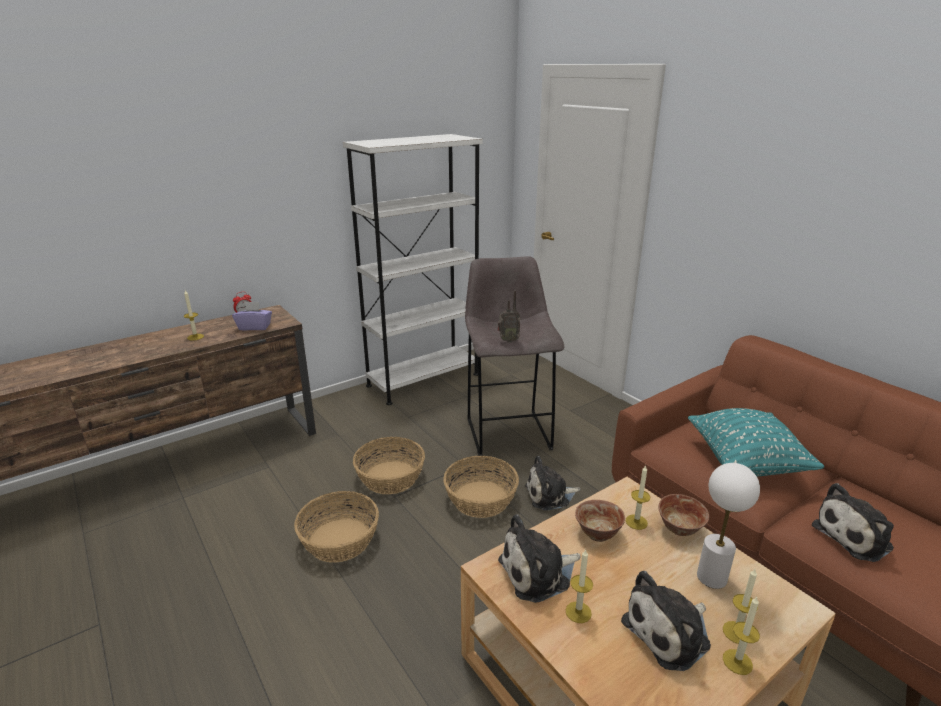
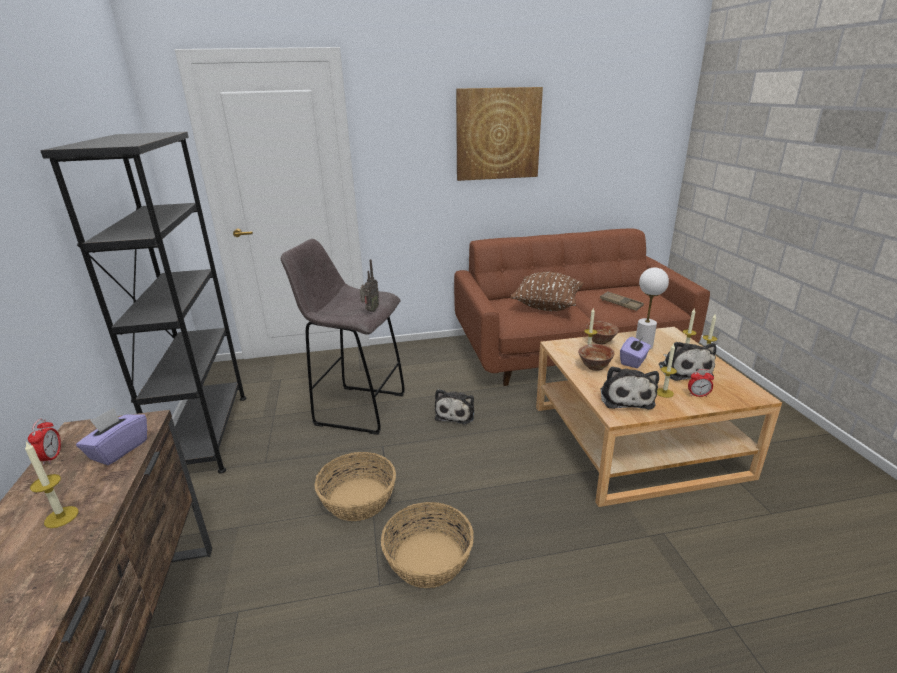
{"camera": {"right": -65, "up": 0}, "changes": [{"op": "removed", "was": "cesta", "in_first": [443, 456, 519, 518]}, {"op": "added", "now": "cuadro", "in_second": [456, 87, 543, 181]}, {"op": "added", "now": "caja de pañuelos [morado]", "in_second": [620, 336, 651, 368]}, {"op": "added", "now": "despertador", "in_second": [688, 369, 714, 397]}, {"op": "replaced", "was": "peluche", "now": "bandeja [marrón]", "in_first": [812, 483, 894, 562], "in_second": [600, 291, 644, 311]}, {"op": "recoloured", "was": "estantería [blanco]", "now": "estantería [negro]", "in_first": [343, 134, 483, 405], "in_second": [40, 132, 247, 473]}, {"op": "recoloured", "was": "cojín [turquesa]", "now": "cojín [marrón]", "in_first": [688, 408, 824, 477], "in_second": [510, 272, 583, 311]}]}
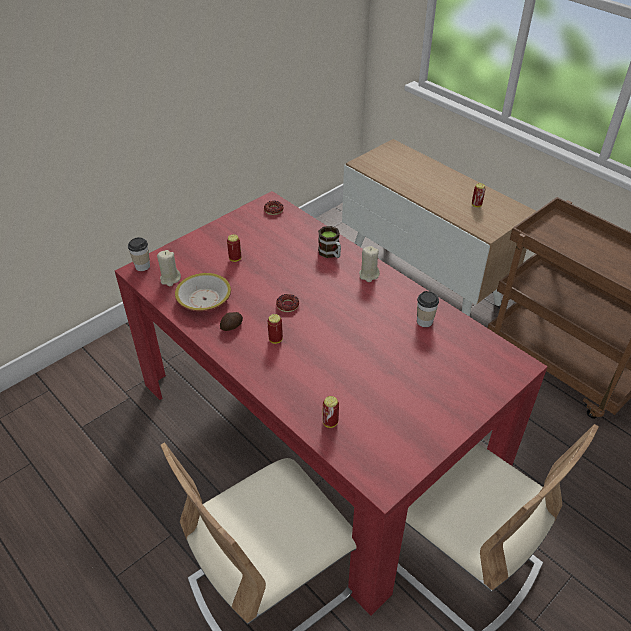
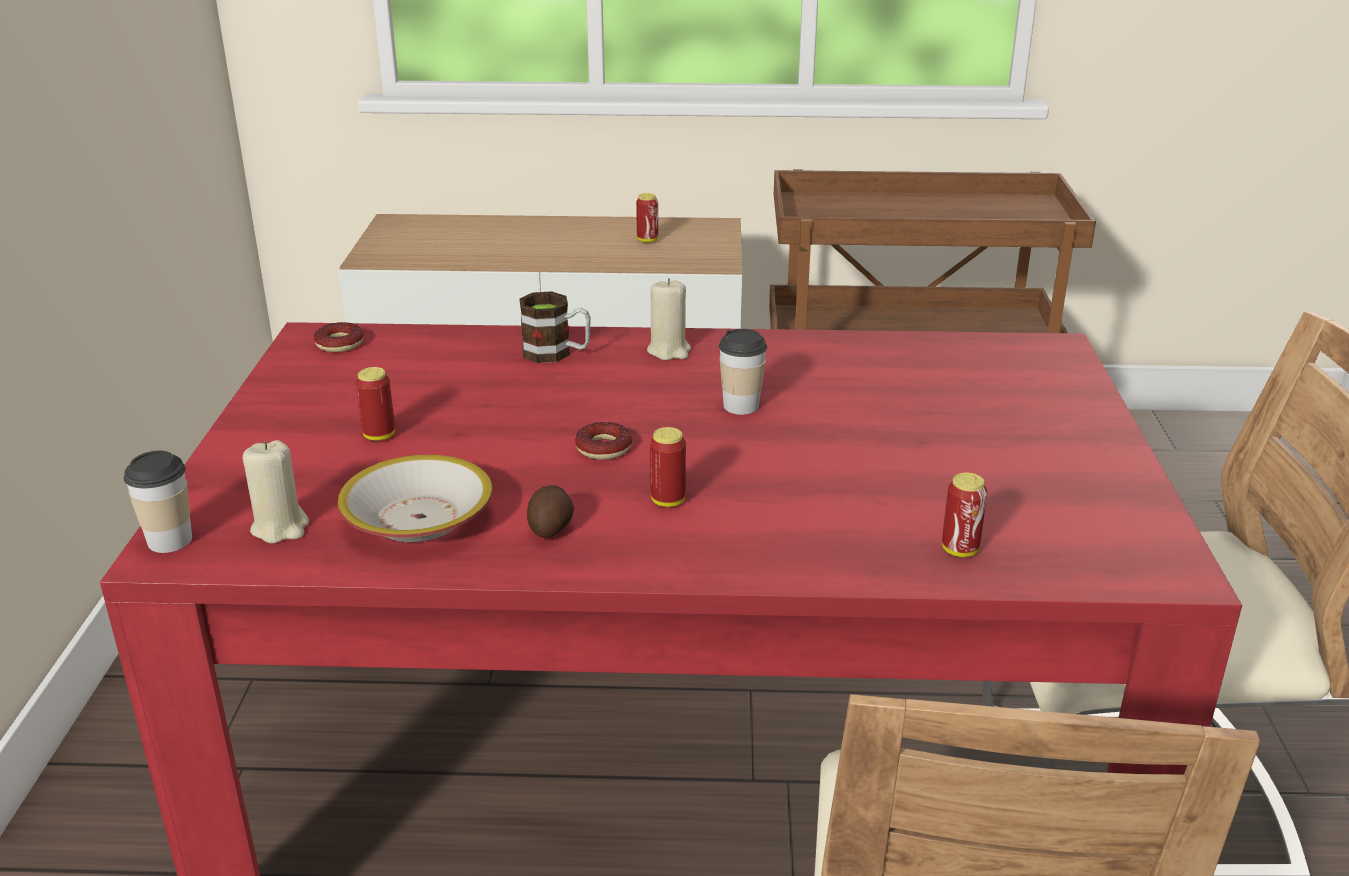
{"camera": {"right": -45, "up": -15}, "changes": [{"op": "moved", "was": "taza", "in_first": [417, 291, 439, 327], "in_second": [719, 329, 767, 415]}]}
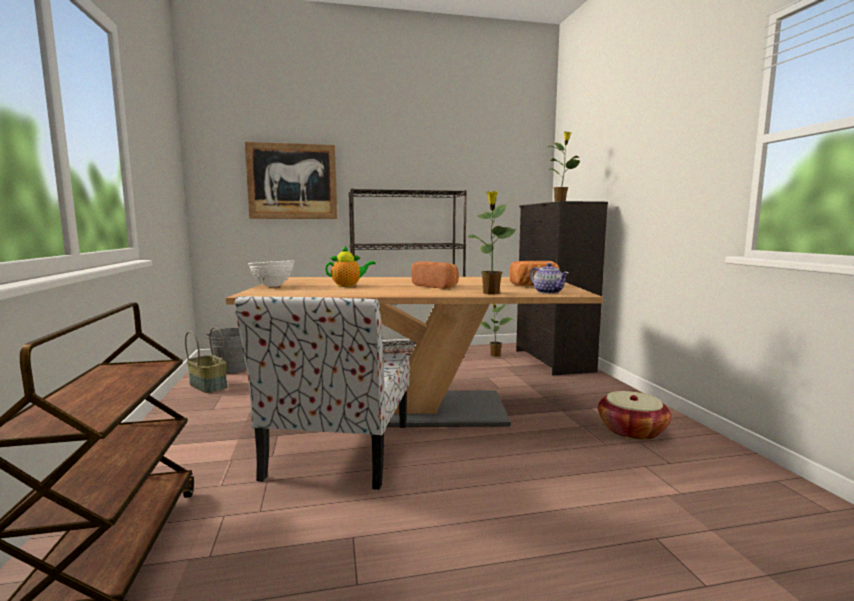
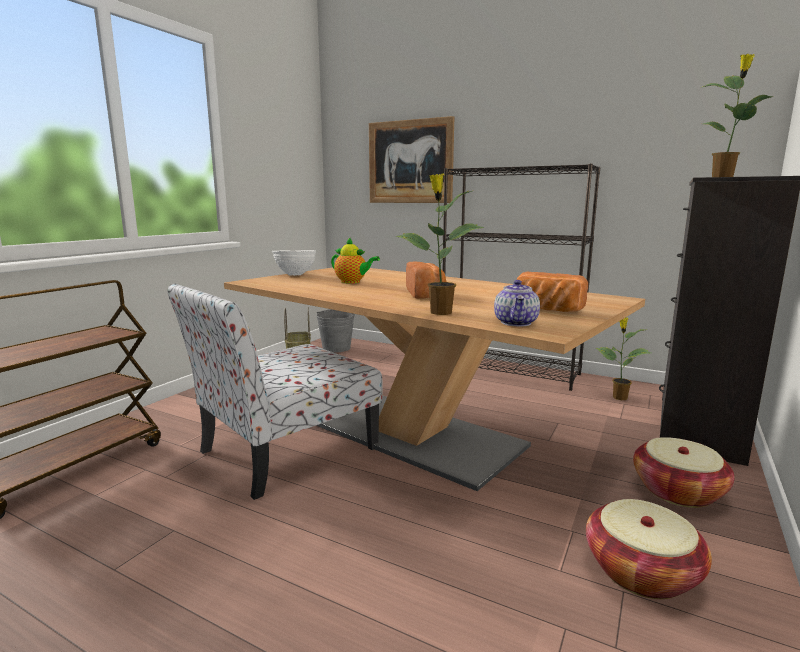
{"camera": {"right": 40, "up": 5}, "changes": [{"op": "added", "now": "cesta", "in_second": [633, 437, 734, 508]}]}
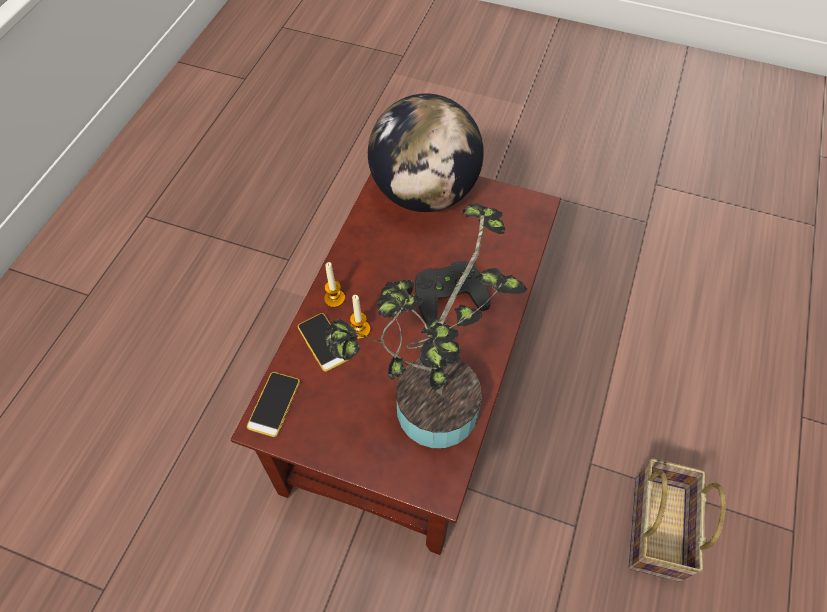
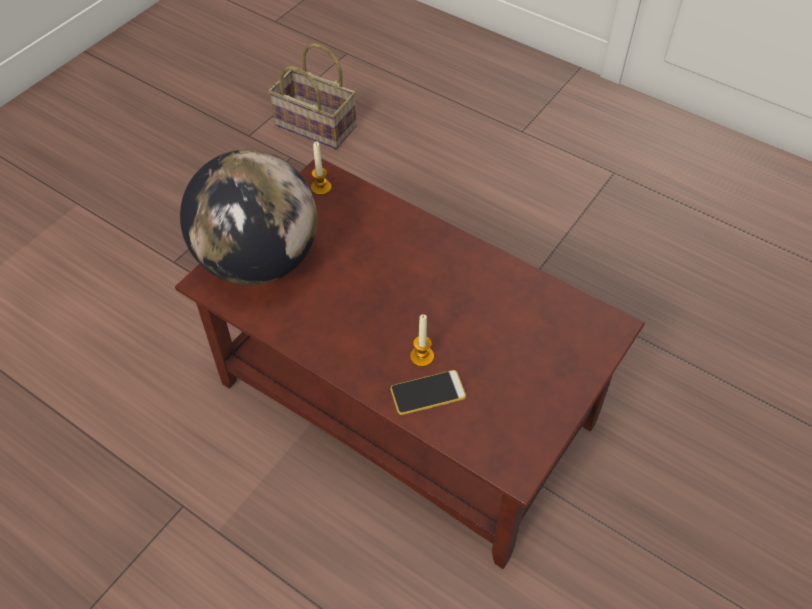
{"camera": {"right": -75, "up": -5}, "changes": [{"op": "removed", "was": "móvil", "in_first": [247, 372, 300, 437]}, {"op": "removed", "was": "planta en maceta", "in_first": [325, 203, 527, 448]}, {"op": "removed", "was": "mando de consola [negro]", "in_first": [415, 262, 490, 323]}, {"op": "moved", "was": "vela", "in_first": [324, 262, 345, 307], "in_second": [311, 142, 331, 195]}, {"op": "moved", "was": "cesta", "in_first": [629, 458, 726, 582], "in_second": [268, 43, 357, 149]}]}
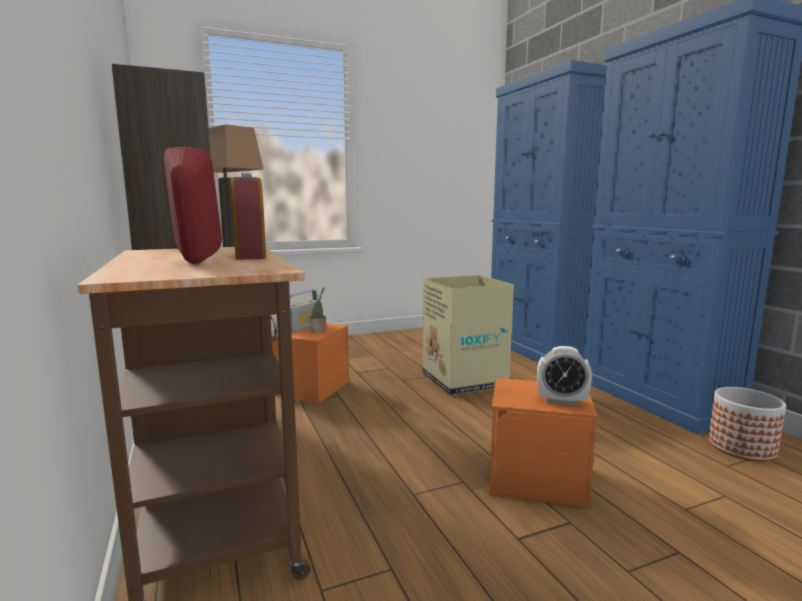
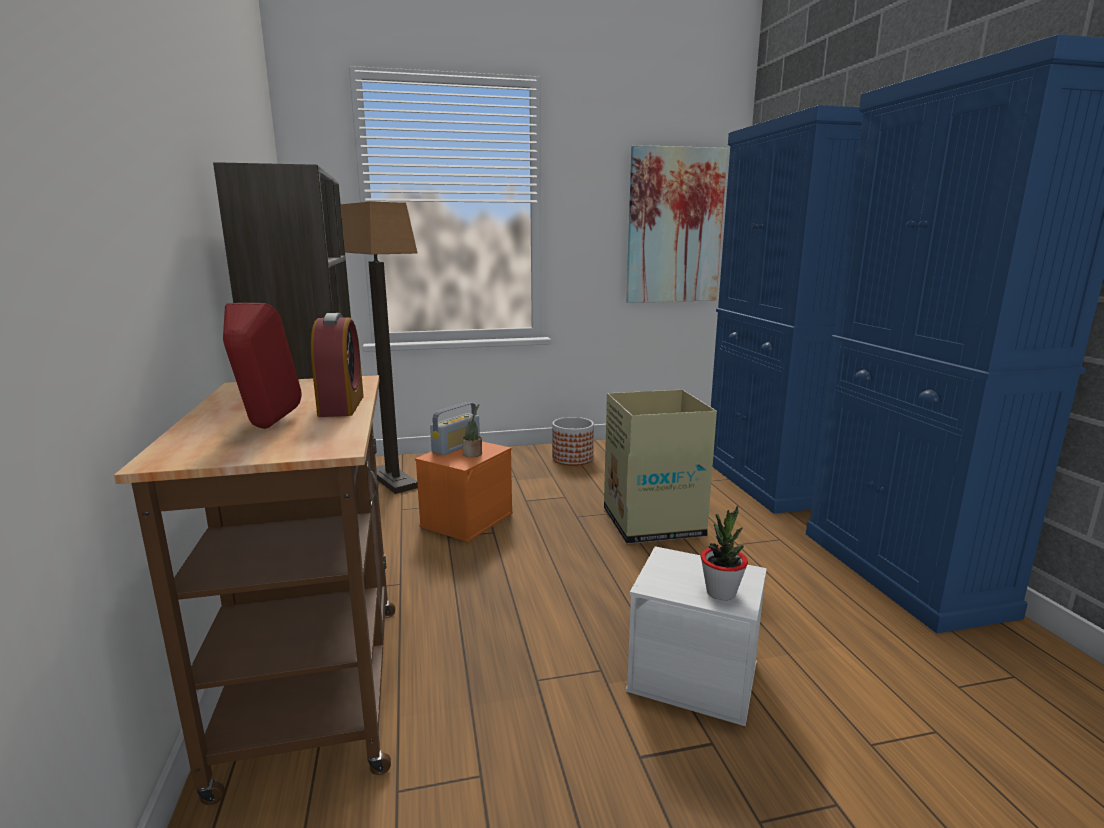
{"camera": {"right": 10, "up": 5}, "changes": [{"op": "added", "now": "cuadro", "in_second": [626, 145, 728, 303]}, {"op": "moved", "was": "maceta", "in_first": [708, 387, 786, 462], "in_second": [552, 417, 594, 466]}, {"op": "replaced", "was": "despertador", "now": "planta en maceta", "in_first": [537, 346, 592, 406], "in_second": [701, 506, 748, 601]}, {"op": "recoloured", "was": "caja de almacenaje [naranja]", "now": "caja de almacenaje [blanco]", "in_first": [488, 378, 598, 508], "in_second": [626, 546, 767, 726]}]}
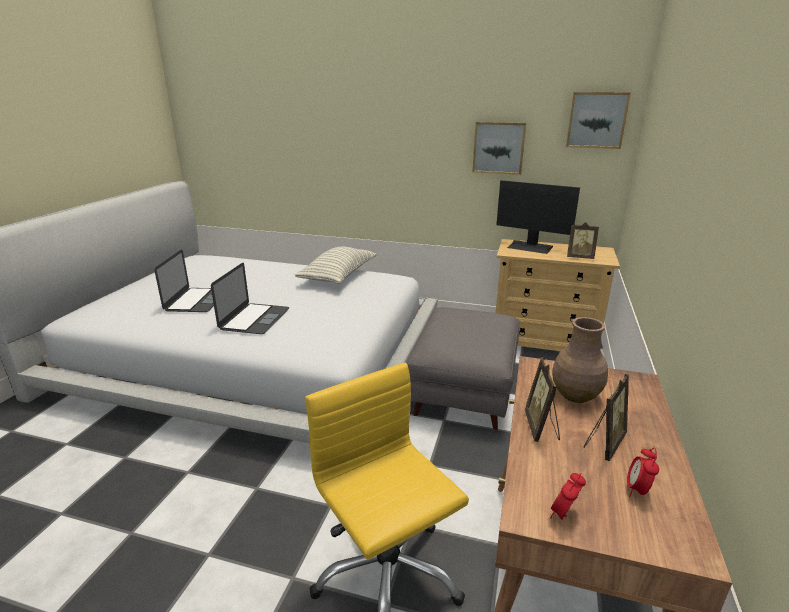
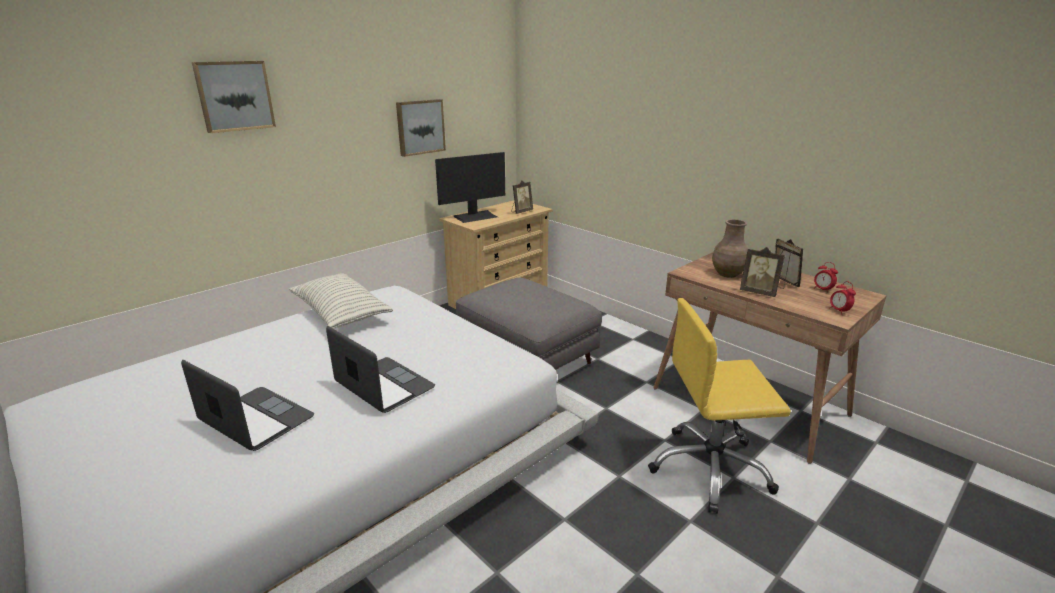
{"camera": {"right": -60, "up": 0}, "changes": [{"op": "moved", "was": "cuadro", "in_first": [566, 92, 631, 149], "in_second": [192, 61, 276, 133]}]}
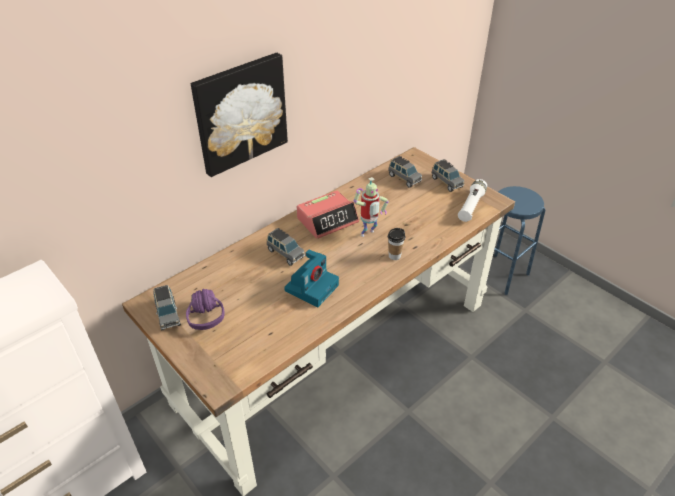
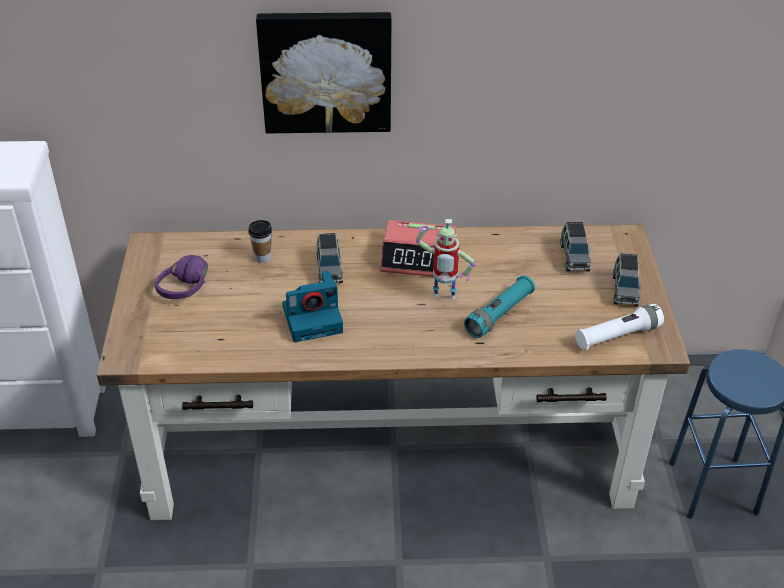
{"camera": {"right": 40, "up": 0}, "changes": [{"op": "removed", "was": "coche de juguete [gris]", "in_first": [154, 285, 181, 331]}, {"op": "added", "now": "linterna [turquesa]", "in_second": [464, 275, 535, 338]}, {"op": "moved", "was": "taza", "in_first": [388, 228, 405, 260], "in_second": [248, 220, 272, 263]}]}
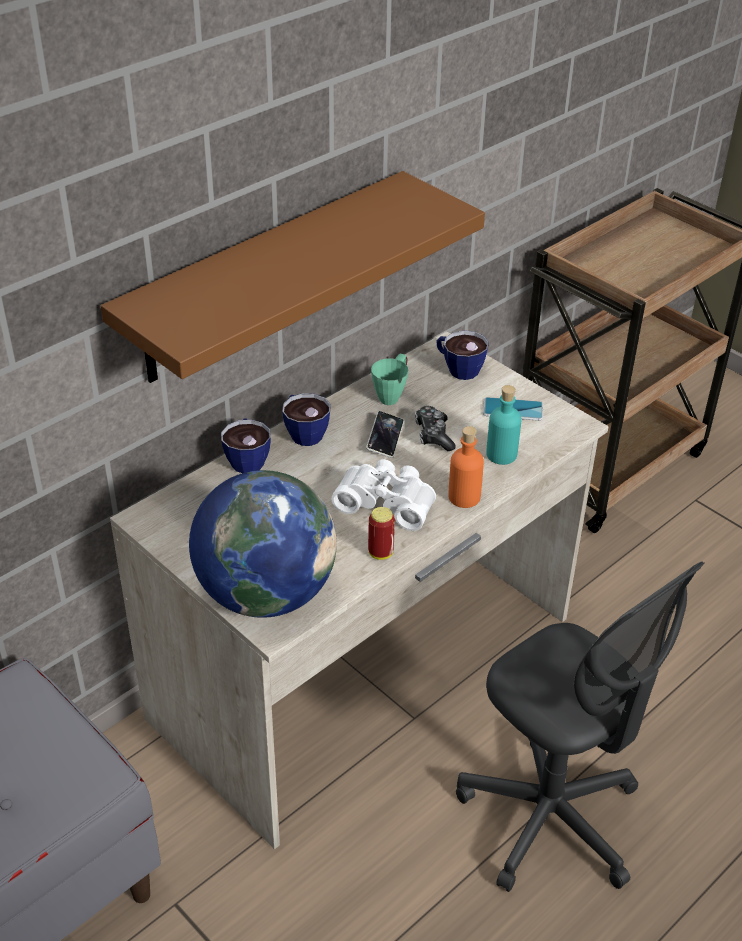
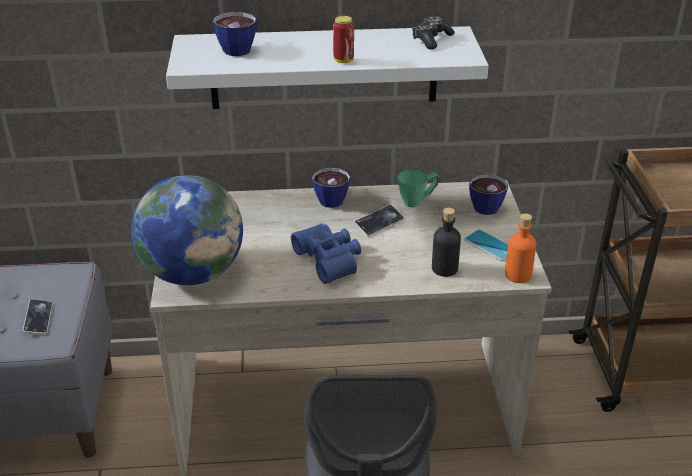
{"camera": {"right": 40, "up": -5}, "changes": [{"op": "added", "now": "móvil", "in_second": [23, 300, 53, 334]}, {"op": "moved", "was": "taza", "in_first": [221, 418, 271, 473], "in_second": [213, 12, 258, 56]}, {"op": "moved", "was": "lata", "in_first": [368, 507, 395, 560], "in_second": [333, 16, 354, 63]}, {"op": "moved", "was": "mando de consola", "in_first": [415, 406, 456, 451], "in_second": [412, 16, 455, 50]}, {"op": "moved", "was": "botella [naranja]", "in_first": [448, 426, 484, 508], "in_second": [505, 213, 536, 283]}, {"op": "recoloured", "was": "estante [marrón]", "now": "estante [blanco]", "in_first": [101, 171, 485, 383], "in_second": [166, 26, 489, 109]}, {"op": "recoloured", "was": "prismáticos [blanco]", "now": "prismáticos [azul]", "in_first": [331, 459, 436, 531], "in_second": [291, 224, 361, 284]}, {"op": "recoloured", "was": "botella [turquesa]", "now": "botella [negro]", "in_first": [486, 385, 521, 465], "in_second": [432, 208, 461, 277]}]}
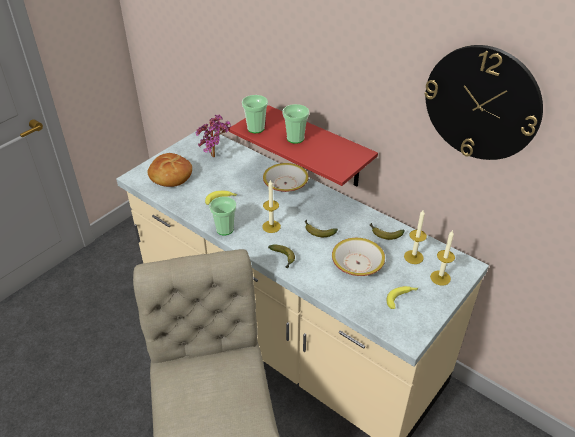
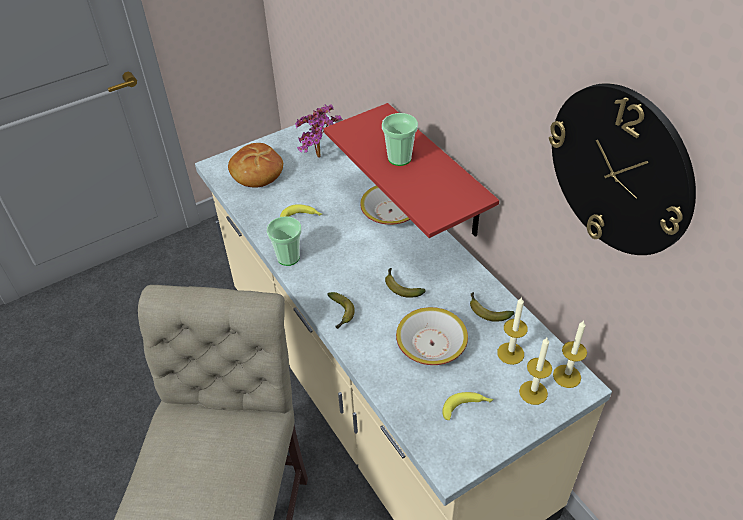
{"camera": {"right": 20, "up": 5}, "changes": [{"op": "removed", "was": "taza", "in_first": [242, 95, 268, 133]}, {"op": "moved", "was": "vela", "in_first": [262, 179, 281, 233], "in_second": [553, 320, 587, 388]}]}
